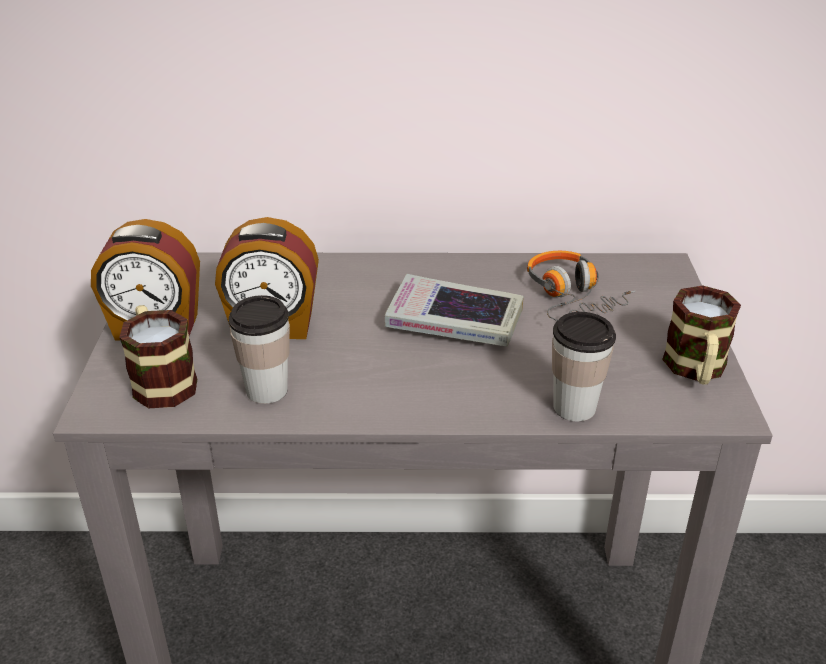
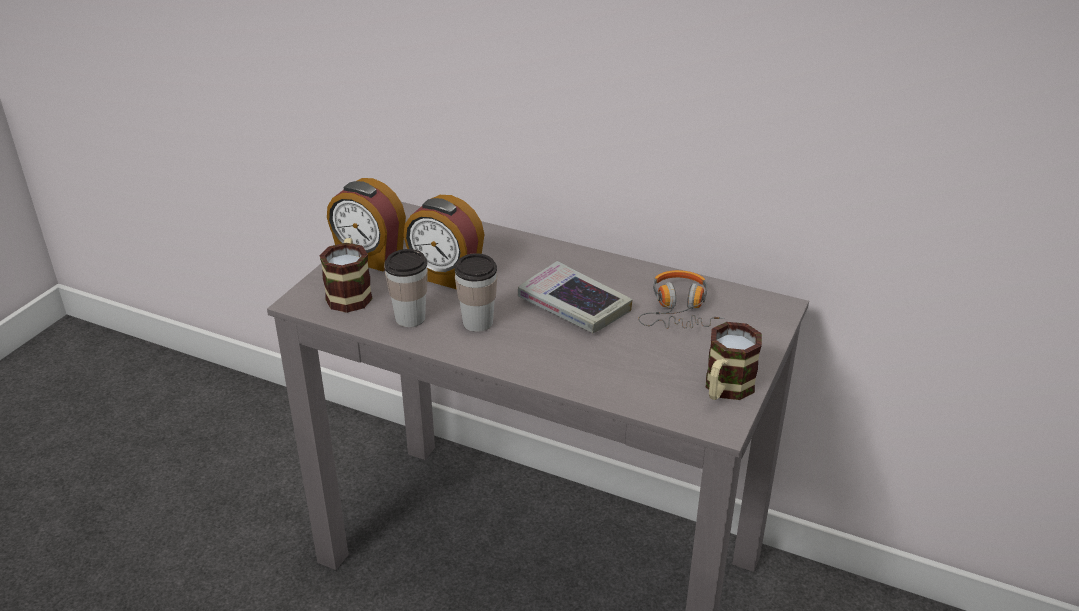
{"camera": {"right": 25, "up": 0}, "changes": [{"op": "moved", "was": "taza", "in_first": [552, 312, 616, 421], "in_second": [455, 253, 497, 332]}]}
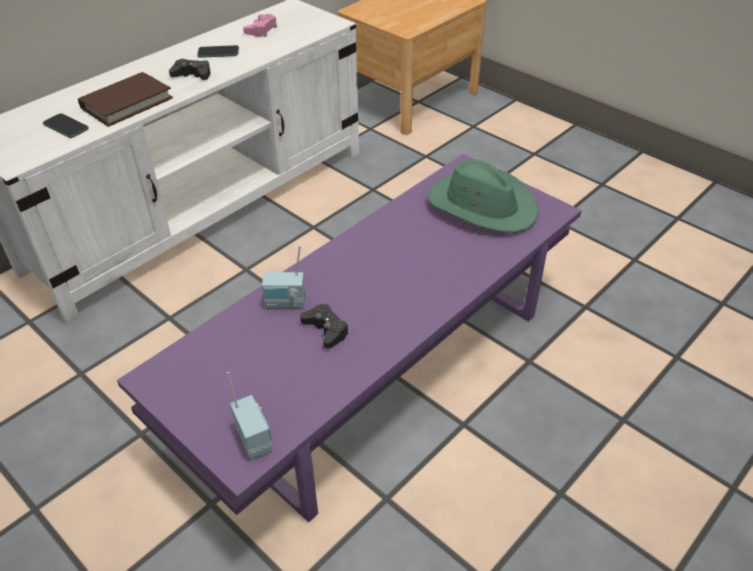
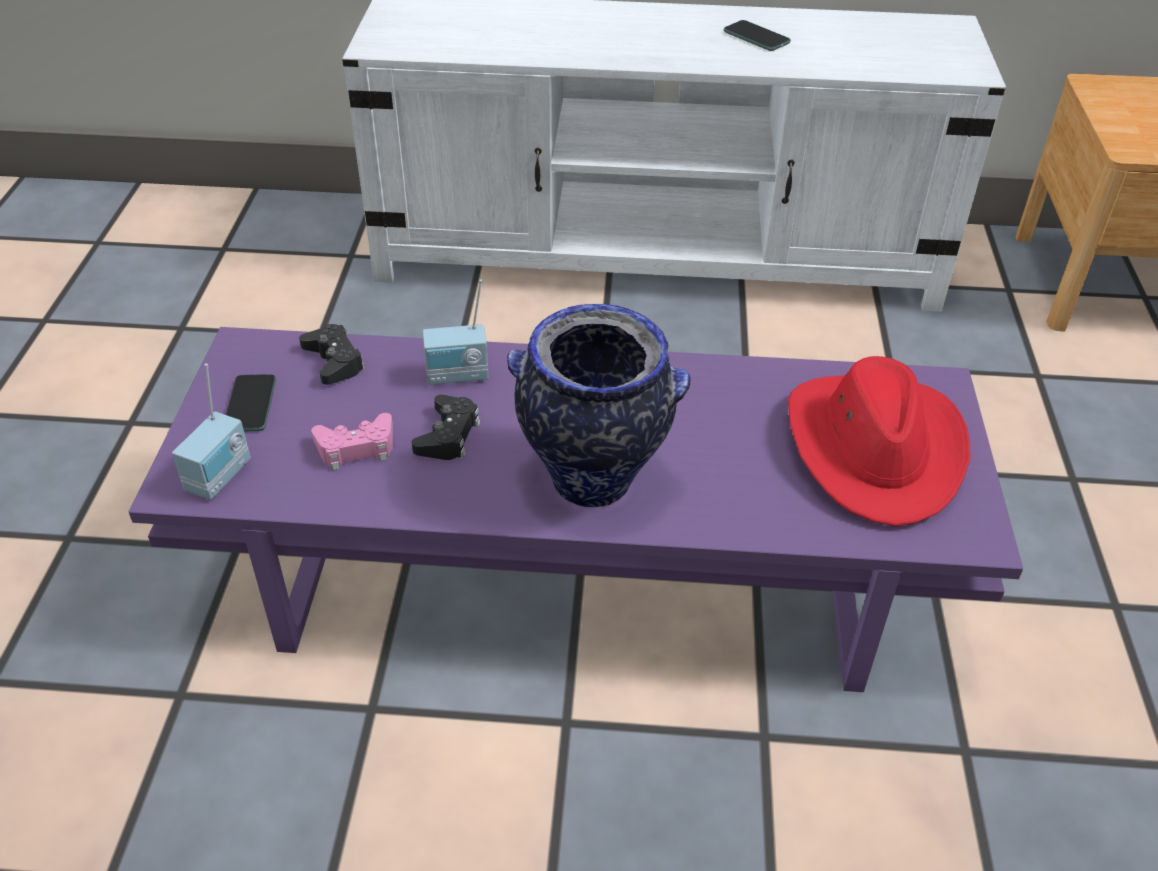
{"camera": {"right": 50, "up": 0}, "changes": [{"op": "removed", "was": "libro [marrón]", "in_first": [78, 72, 173, 127]}, {"op": "added", "now": "florero", "in_second": [507, 304, 691, 507]}, {"op": "moved", "was": "móvil", "in_first": [43, 113, 89, 138], "in_second": [226, 374, 276, 431]}, {"op": "moved", "was": "mando de consola [negro]", "in_first": [169, 59, 211, 80], "in_second": [299, 324, 365, 385]}, {"op": "moved", "was": "mando de consola [rosa]", "in_first": [243, 14, 277, 37], "in_second": [311, 413, 393, 470]}, {"op": "recoloured", "was": "sombrero [verde]", "now": "sombrero [rojo]", "in_first": [428, 159, 539, 233], "in_second": [788, 356, 970, 526]}, {"op": "turned", "was": "radio", "in_first": [262, 245, 306, 308], "in_second": [423, 280, 489, 385], "clockwise": -60}]}
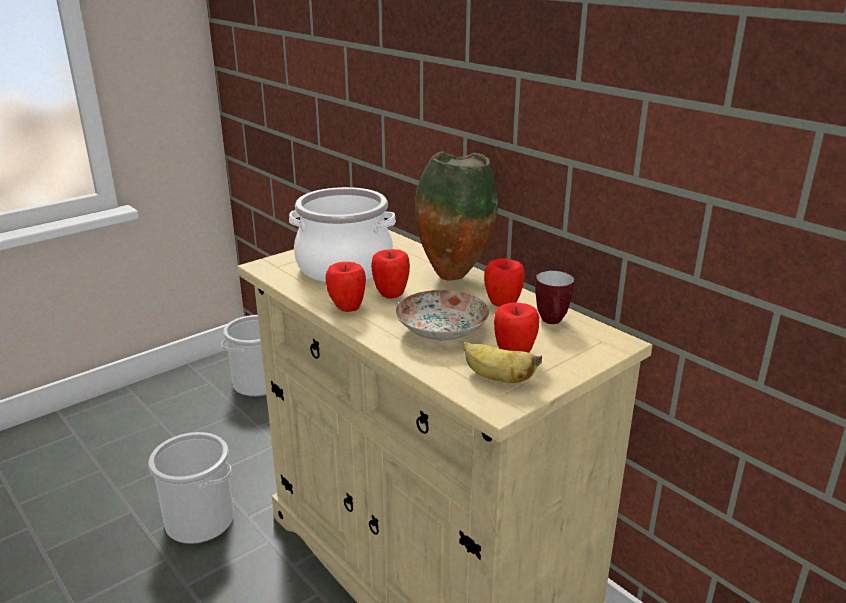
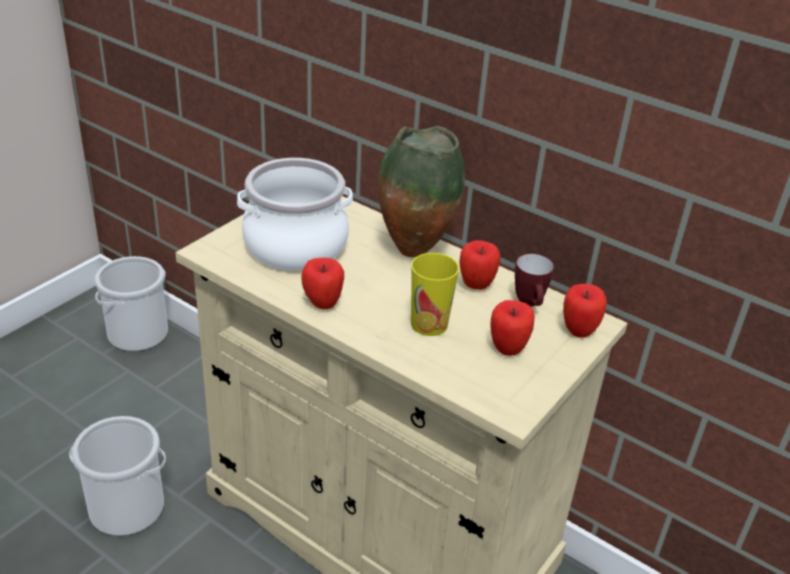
{"camera": {"right": -15, "up": 10}, "changes": [{"op": "removed", "was": "plátano", "in_first": [463, 342, 542, 383]}, {"op": "moved", "was": "manzana", "in_first": [371, 249, 410, 299], "in_second": [563, 284, 607, 338]}, {"op": "replaced", "was": "plato", "now": "taza", "in_first": [395, 290, 490, 340], "in_second": [411, 253, 459, 336]}]}
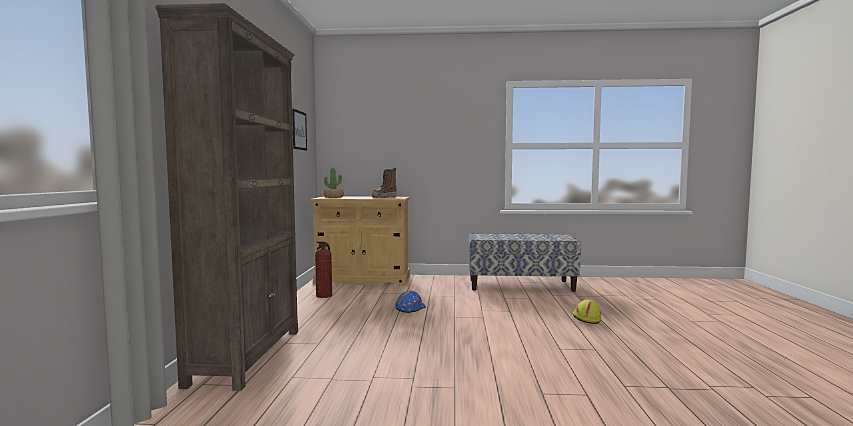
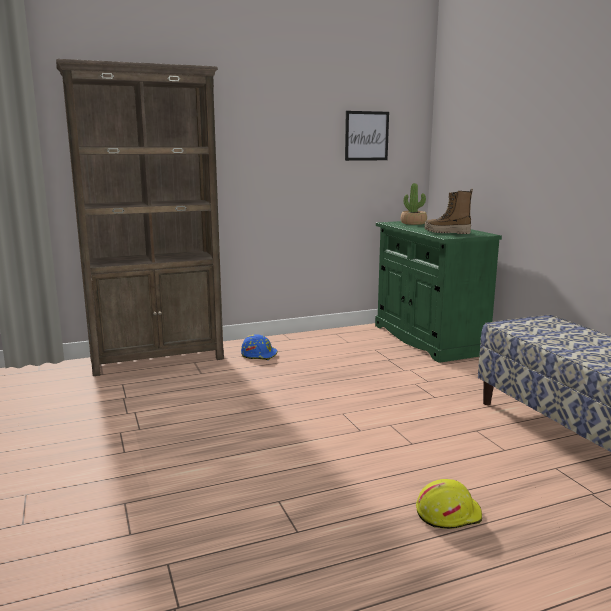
{"camera": {"right": 65, "up": 10}, "changes": [{"op": "removed", "was": "extintor", "in_first": [315, 242, 332, 298]}, {"op": "moved", "was": "casco [azul]", "in_first": [395, 291, 426, 313], "in_second": [241, 334, 277, 360]}, {"op": "recoloured", "was": "armario [beis]", "now": "armario [verde]", "in_first": [310, 197, 410, 286], "in_second": [375, 221, 502, 363]}]}
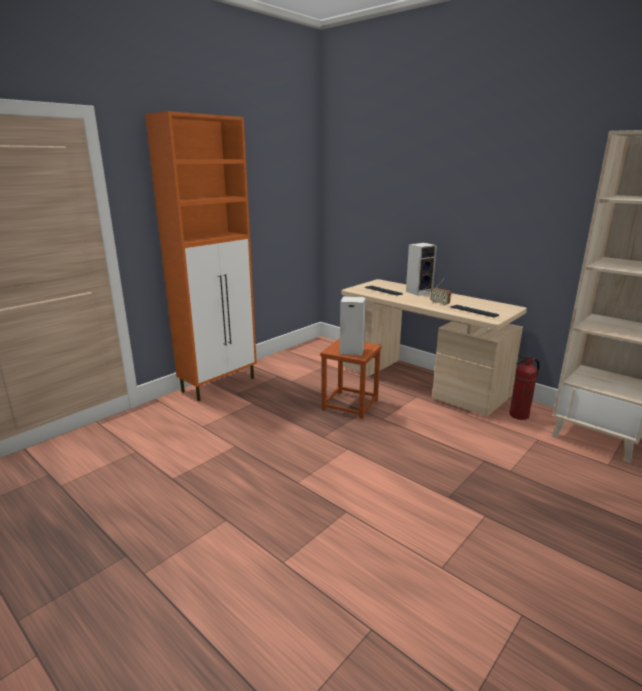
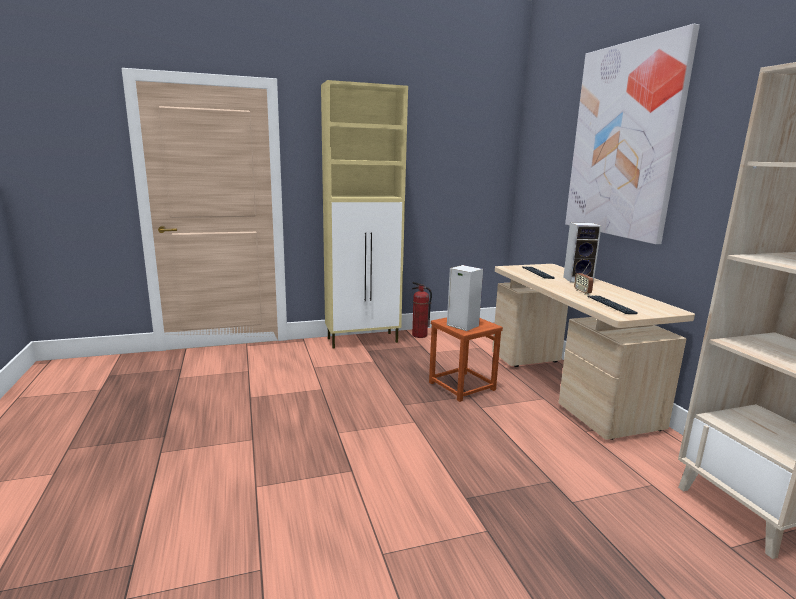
{"camera": {"right": 30, "up": -5}, "changes": [{"op": "added", "now": "cuadro", "in_second": [565, 24, 700, 244]}, {"op": "moved", "was": "extintor", "in_first": [509, 355, 540, 420], "in_second": [411, 282, 432, 338]}, {"op": "recoloured", "was": "armario [naranja]", "now": "armario [beis]", "in_first": [145, 111, 257, 401], "in_second": [321, 80, 408, 348]}]}
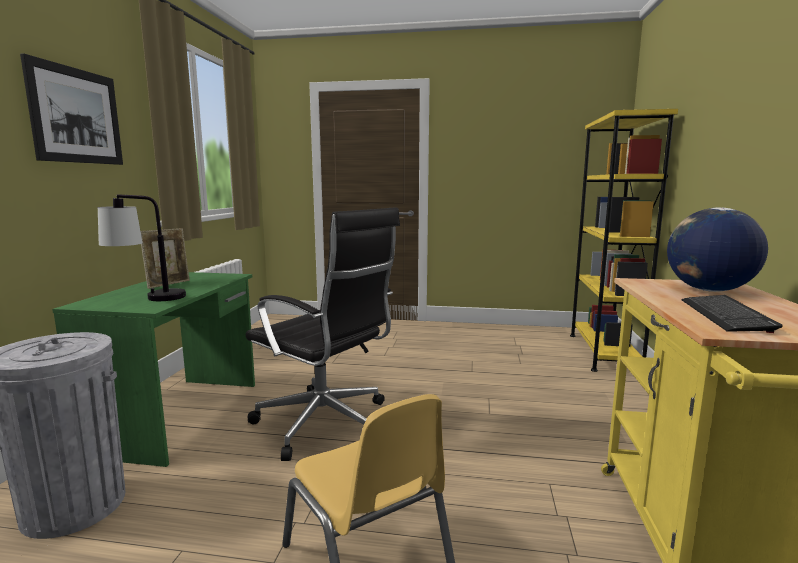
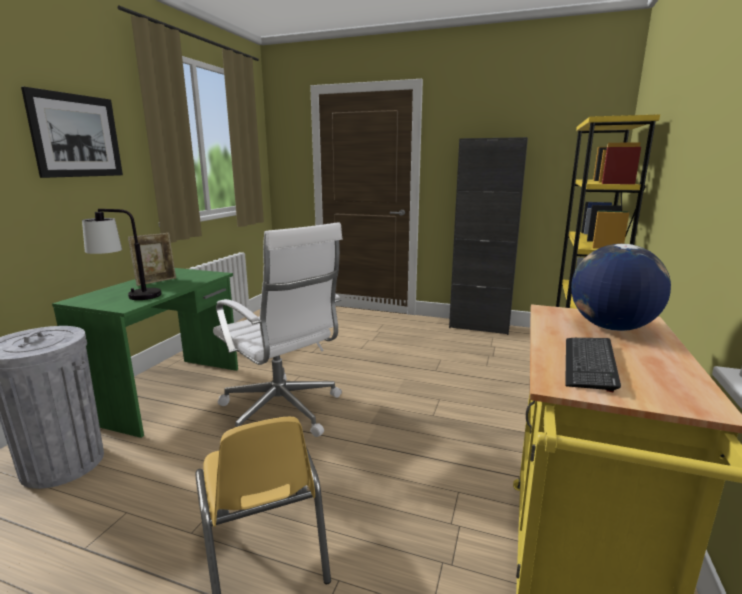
{"camera": {"right": 10, "up": 5}, "changes": [{"op": "added", "now": "armario [negro]", "in_second": [449, 137, 528, 335]}, {"op": "recoloured", "was": "silla de oficina [negro]", "now": "silla de oficina [blanco]", "in_first": [246, 207, 400, 461], "in_second": [213, 222, 342, 437]}]}
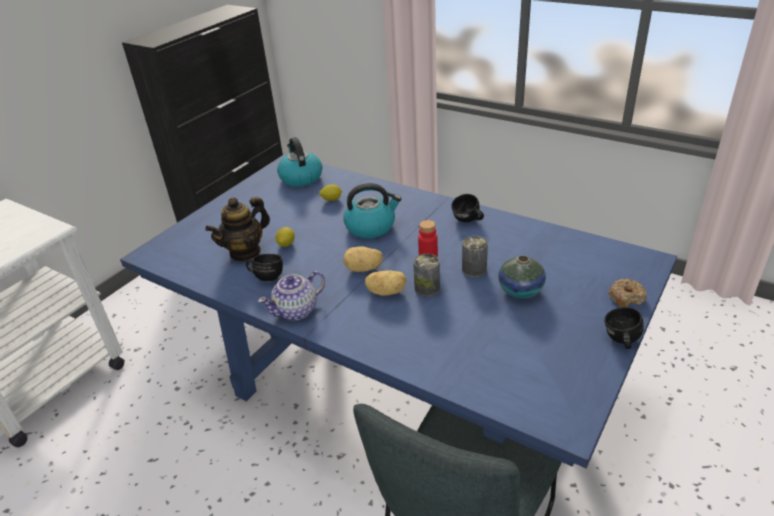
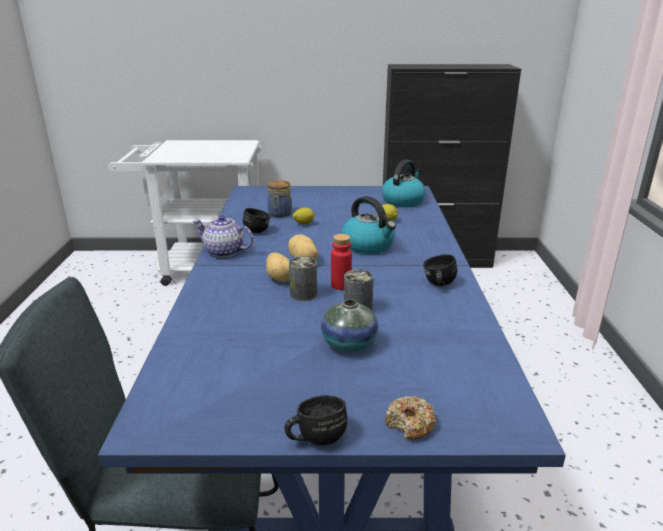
{"camera": {"right": 55, "up": -10}, "changes": [{"op": "replaced", "was": "tetera", "now": "tarro", "in_first": [205, 197, 270, 262], "in_second": [267, 180, 292, 218]}]}
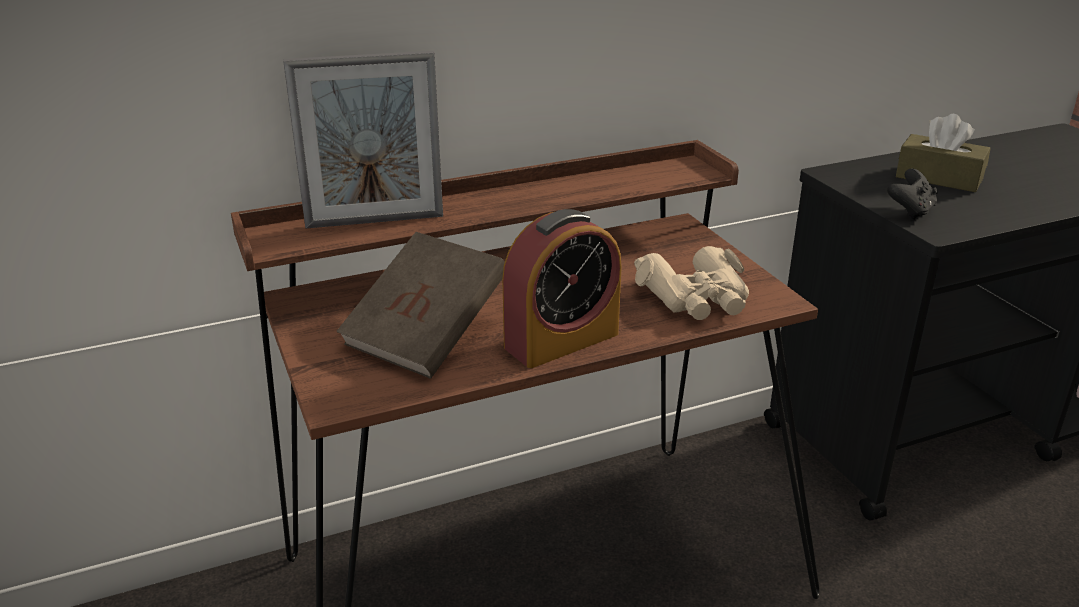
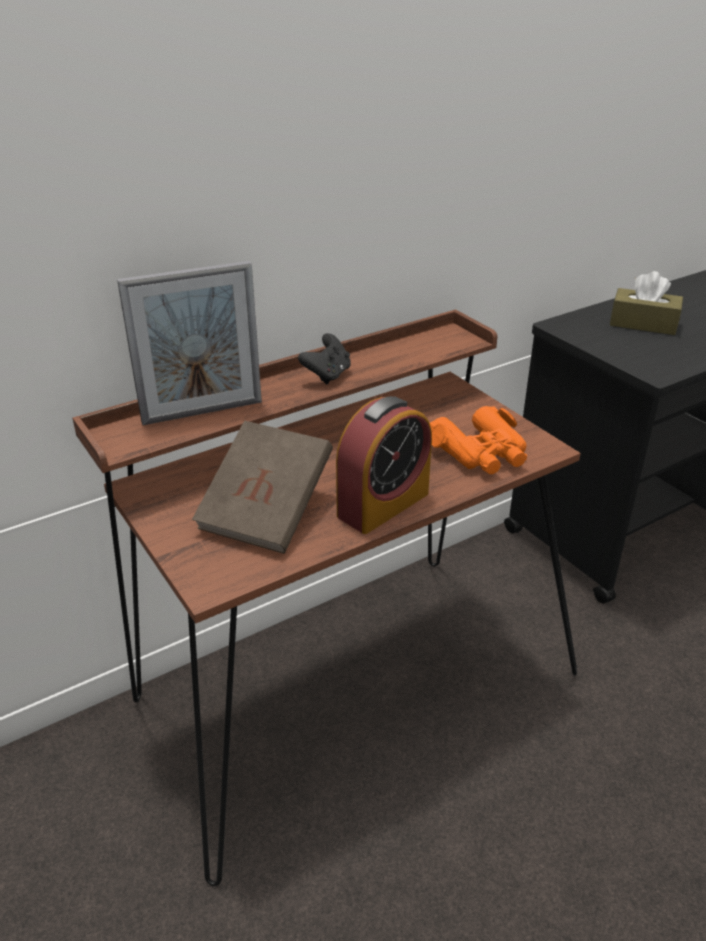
{"camera": {"right": -10, "up": 5}, "changes": [{"op": "moved", "was": "mando de consola [negro]", "in_first": [887, 168, 938, 220], "in_second": [298, 333, 351, 384]}, {"op": "recoloured", "was": "prismáticos [beis]", "now": "prismáticos [naranja]", "in_first": [634, 246, 749, 320], "in_second": [430, 406, 527, 474]}]}
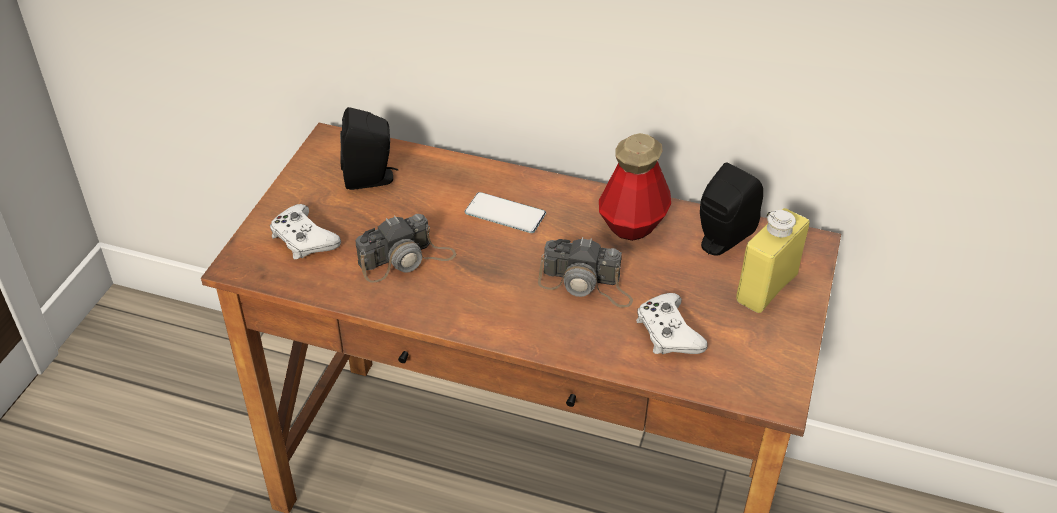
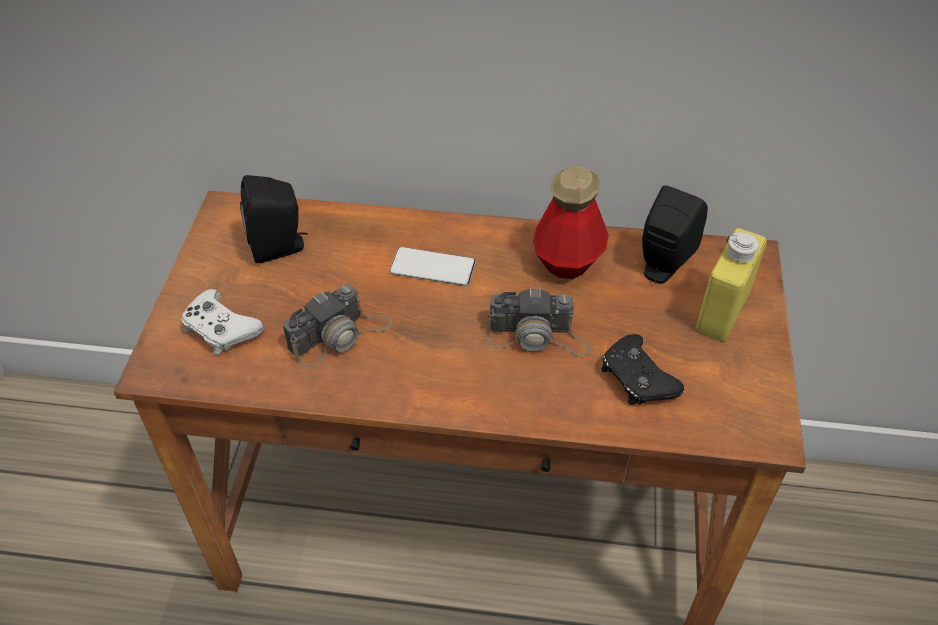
{"camera": {"right": -10, "up": 5}, "changes": [{"op": "recoloured", "was": "mando de consola [blanco]", "now": "mando de consola [negro]", "in_first": [636, 293, 708, 354], "in_second": [601, 334, 684, 405]}]}
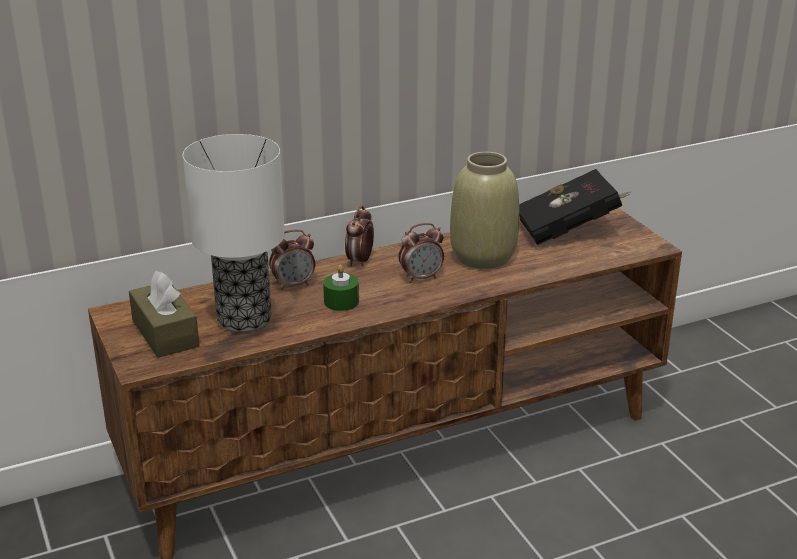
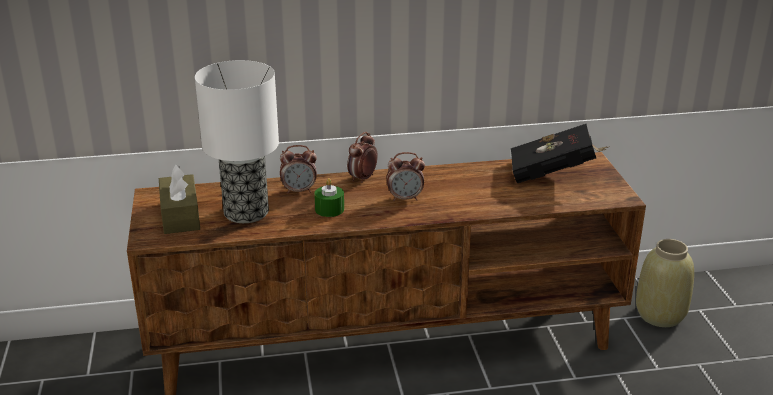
{"camera": {"right": 15, "up": 0}, "changes": [{"op": "moved", "was": "florero [beis]", "in_first": [450, 152, 519, 269], "in_second": [636, 239, 694, 327]}]}
